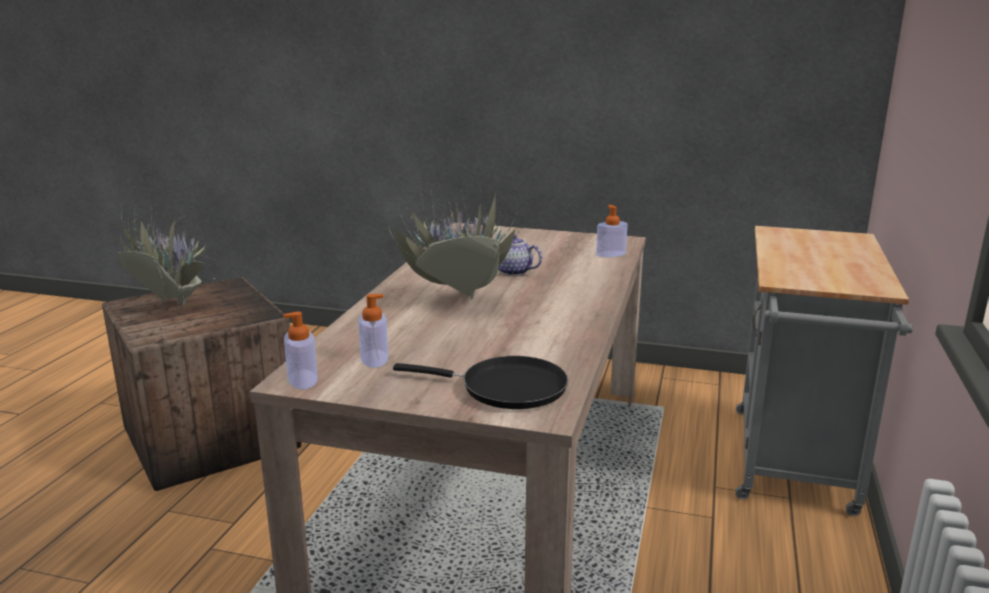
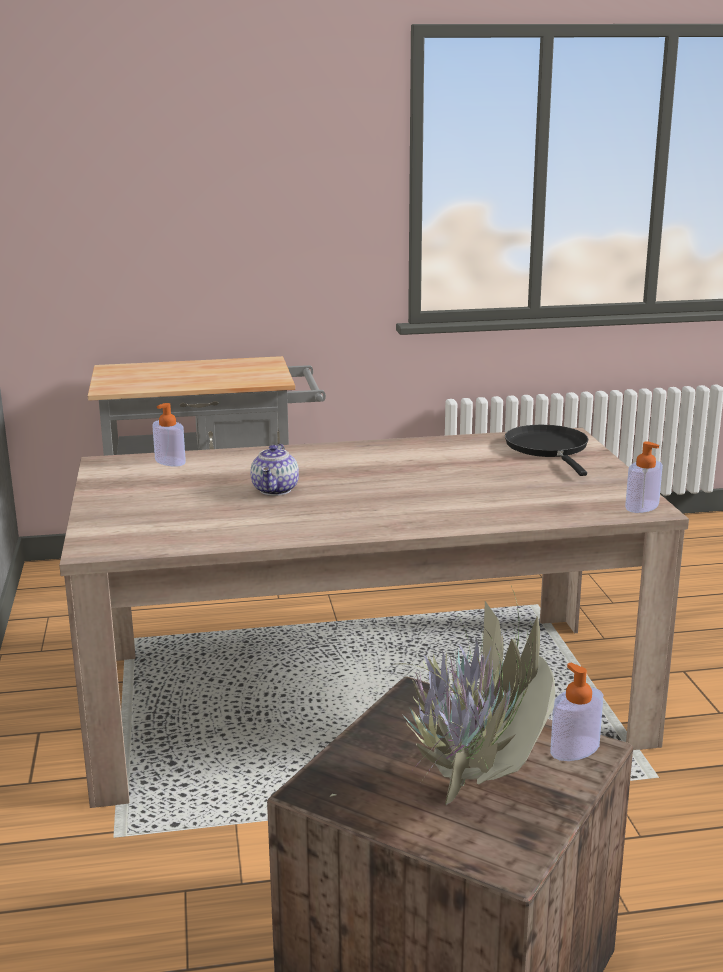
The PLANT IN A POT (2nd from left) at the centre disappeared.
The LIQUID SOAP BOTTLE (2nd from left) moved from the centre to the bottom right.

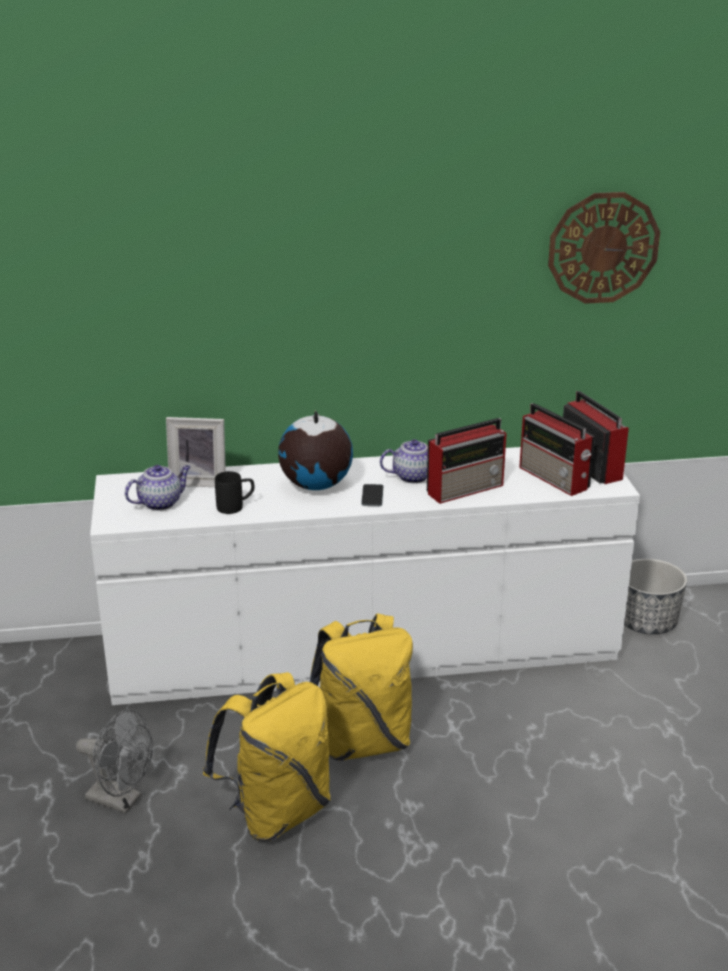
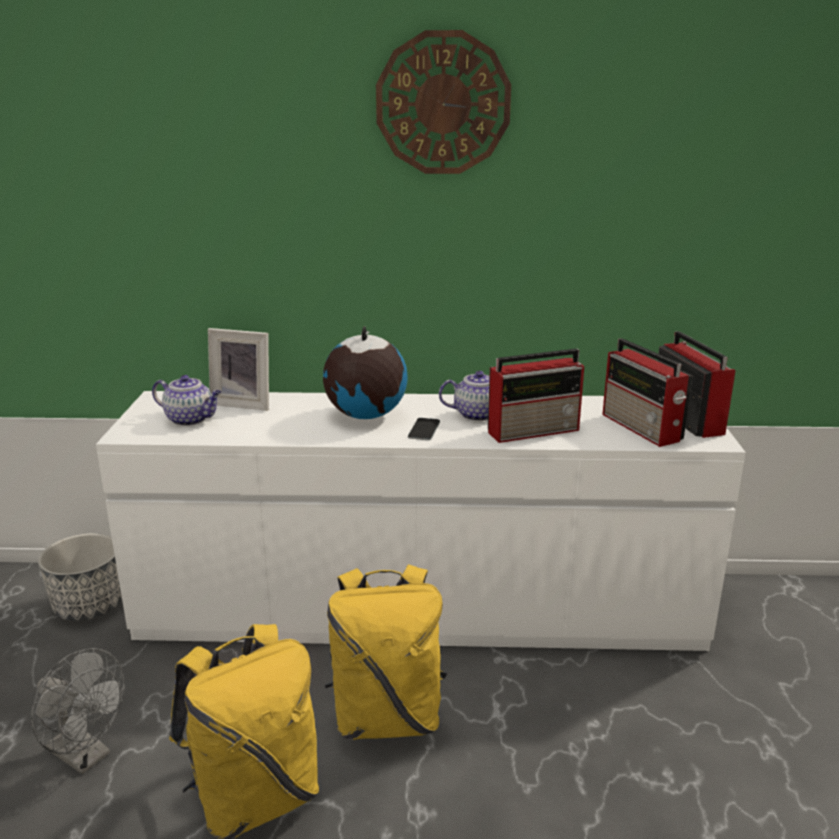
The BLACK MUG at the middle left disappeared.
The HANGING CLOCK moved from the top right to the top centre.
The PLANT POT moved from the middle right to the bottom left.
The TEA POT (1st from left) at the middle left turned 45 degrees clockwise.

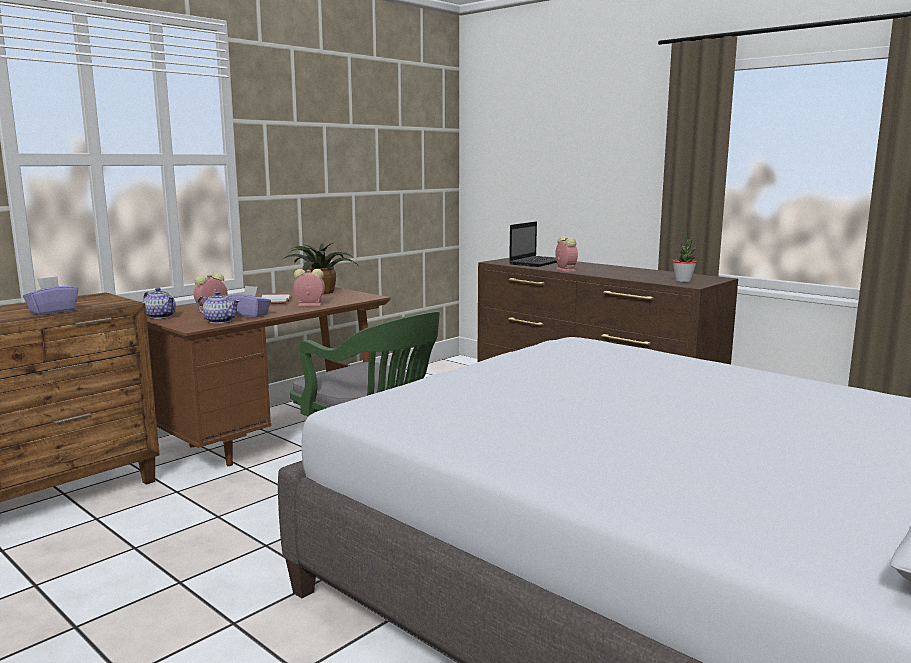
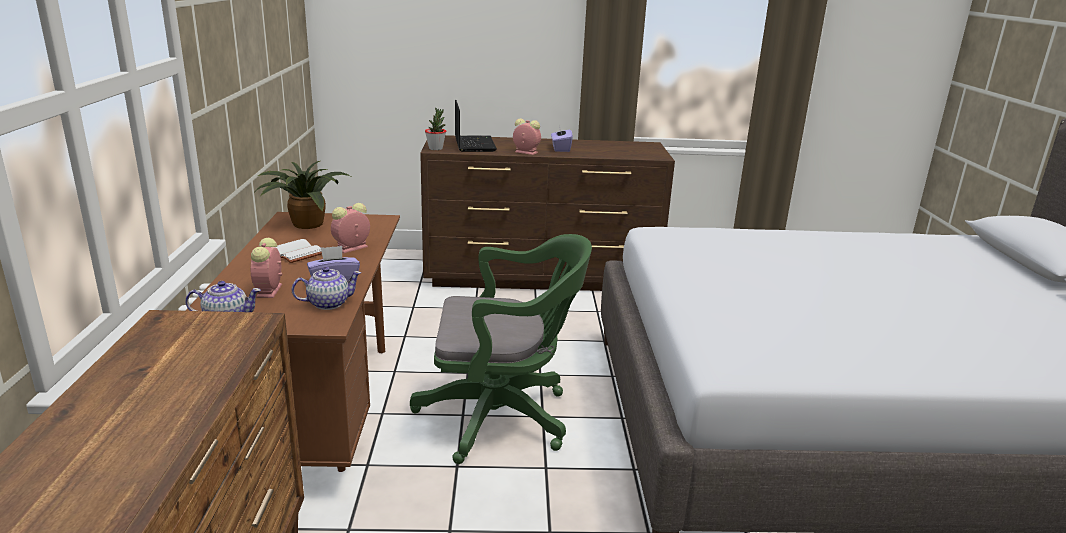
The PURPLISH TISSUE HOLDER (1st from left in the first image) moved from the middle left to the top centre.
The PLANT IN A POT (2nd from left) moved from the middle right to the top centre.

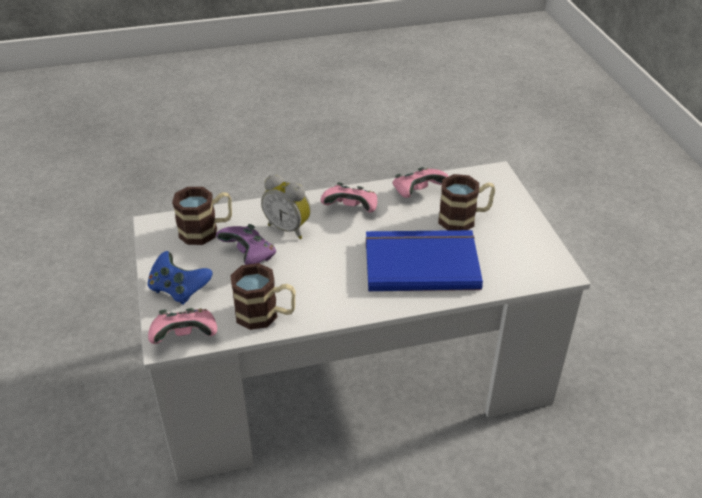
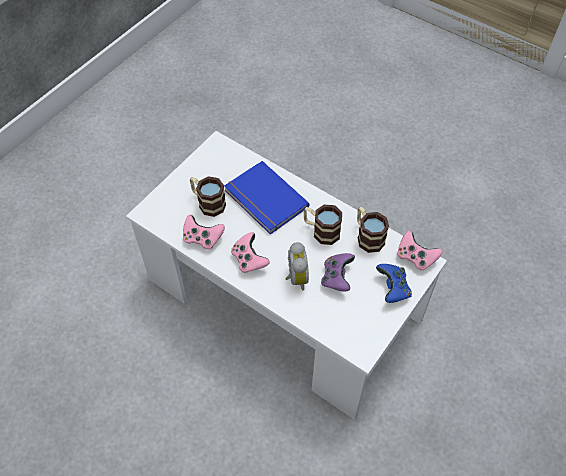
The MUG (1st from left in the first image) moved from the middle left to the centre.

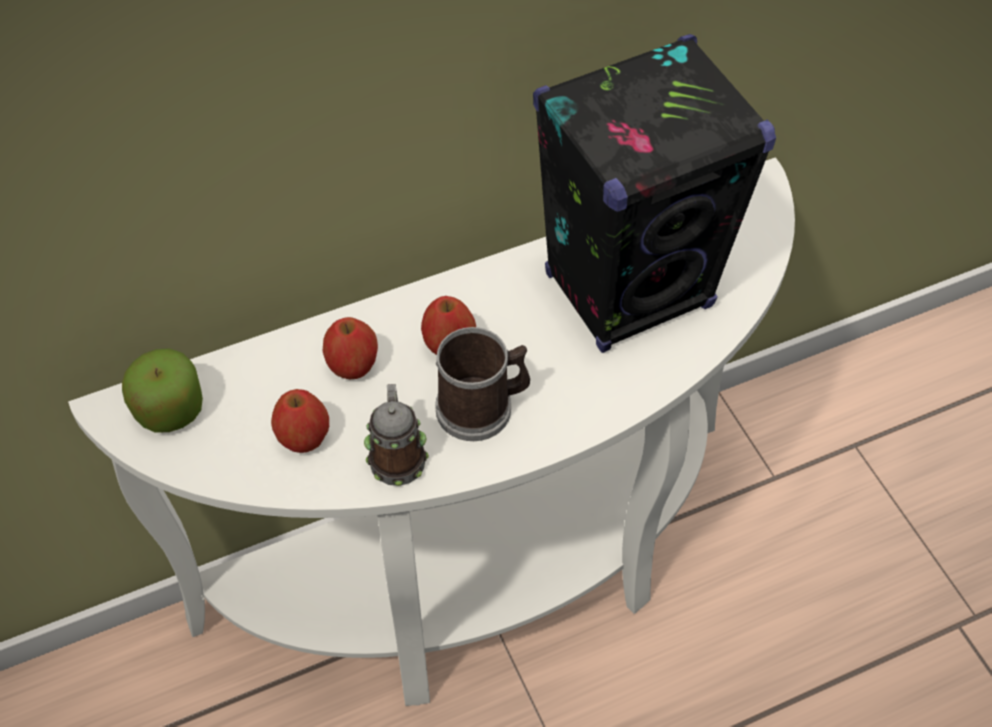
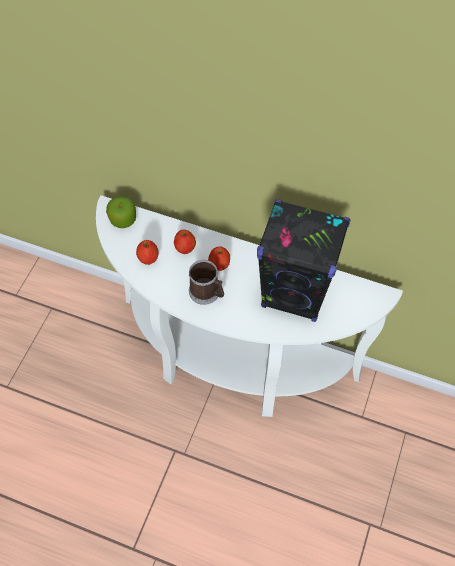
The MUG (1st from left) at the centre disappeared.

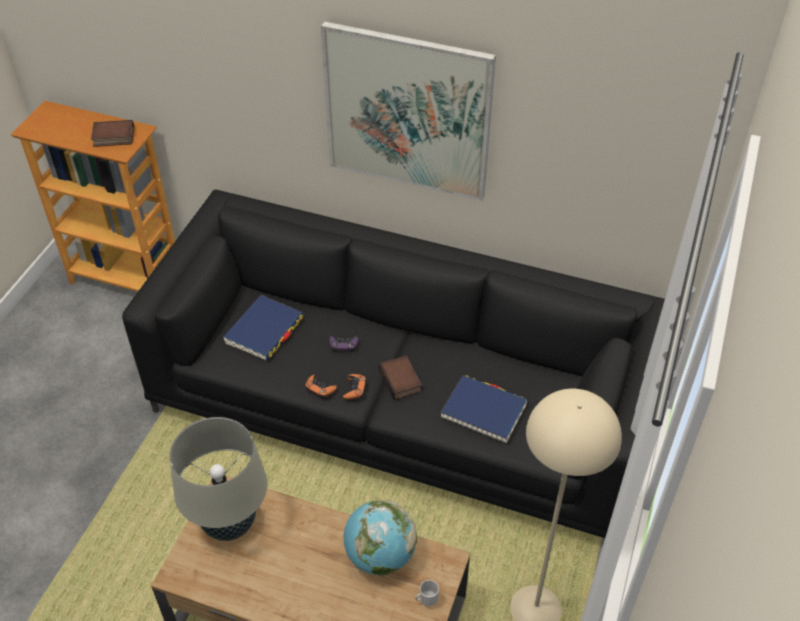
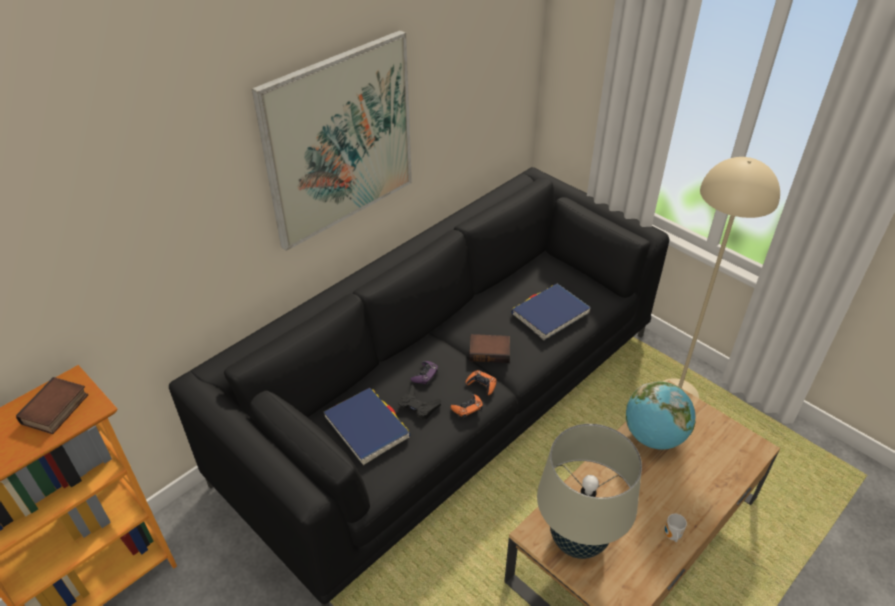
The BLACK GAMEPAD at the centre appeared.
The MUG moved from the bottom centre to the bottom right.

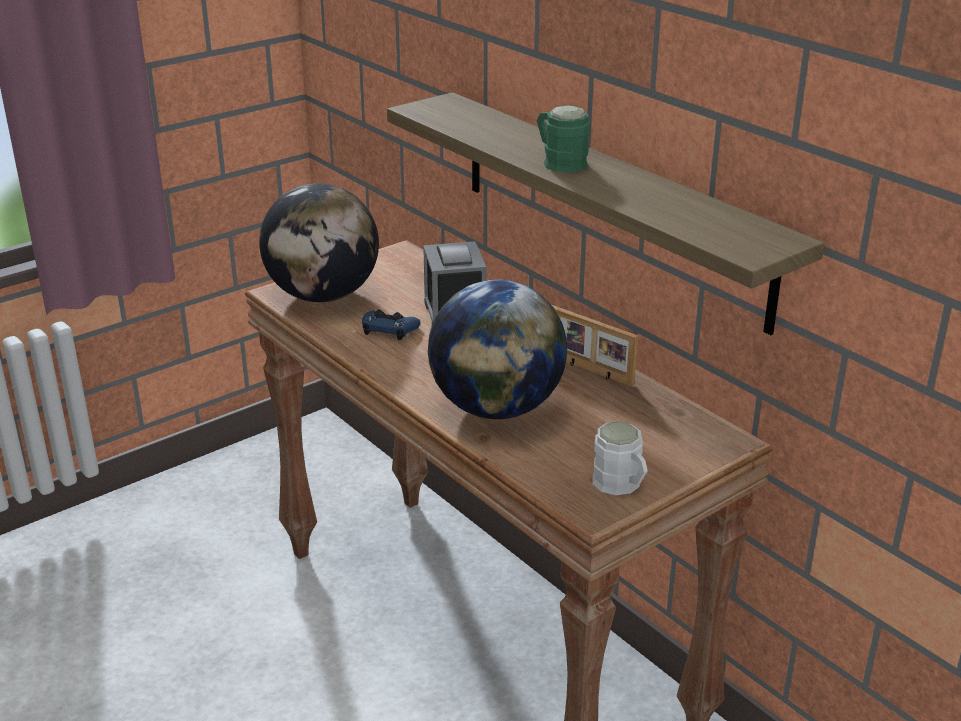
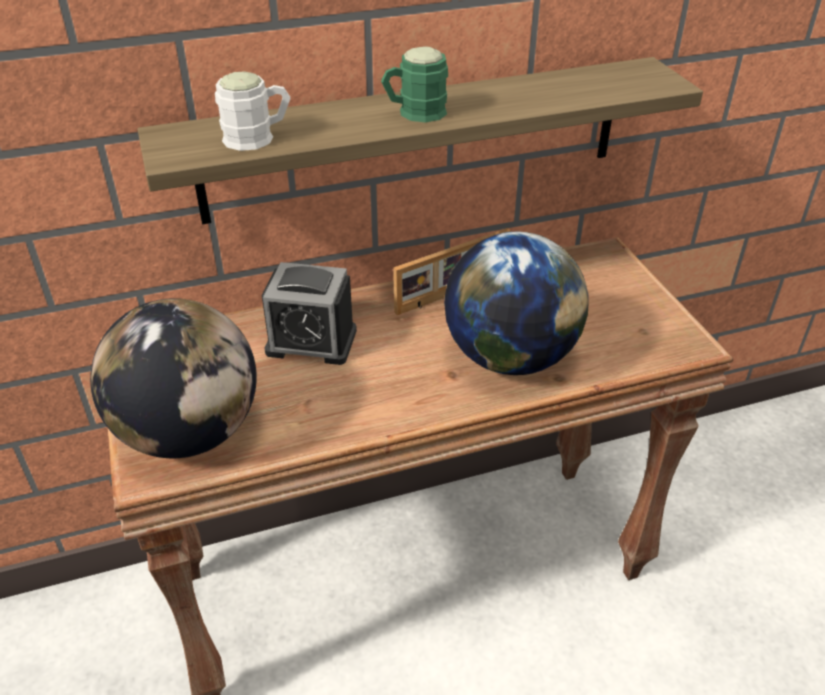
The BLUE-COLOURED GAMEPAD at the centre disappeared.
The WHITE-COLOURED MUG moved from the centre to the top left.

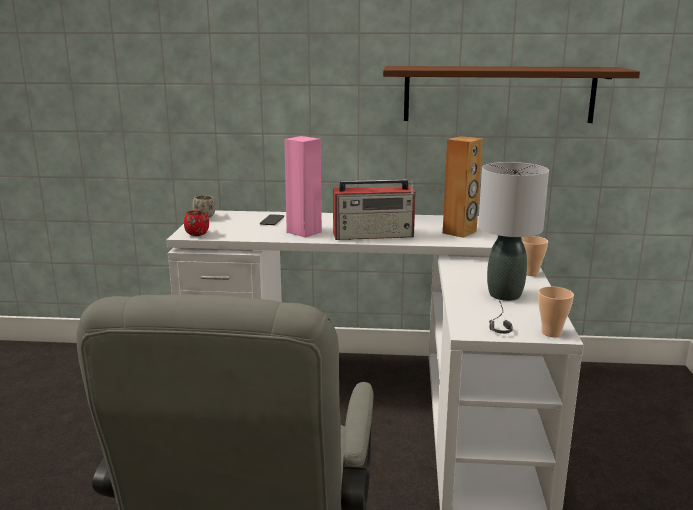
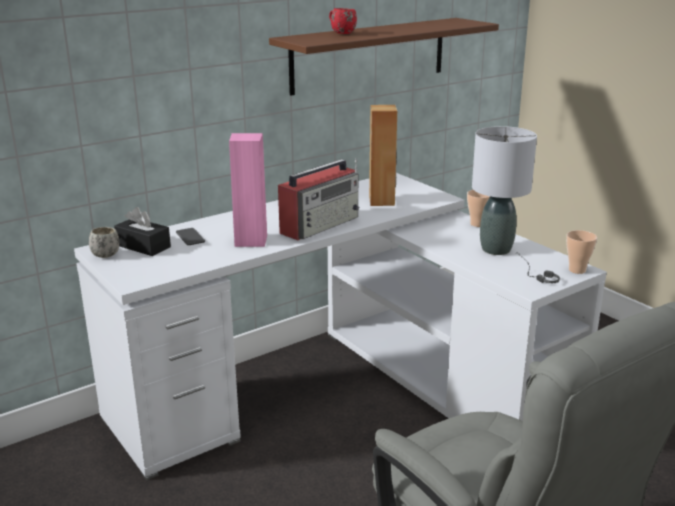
The BLACK TISSUE HOLDER at the middle left appeared.
The RED MUG moved from the middle left to the top centre.

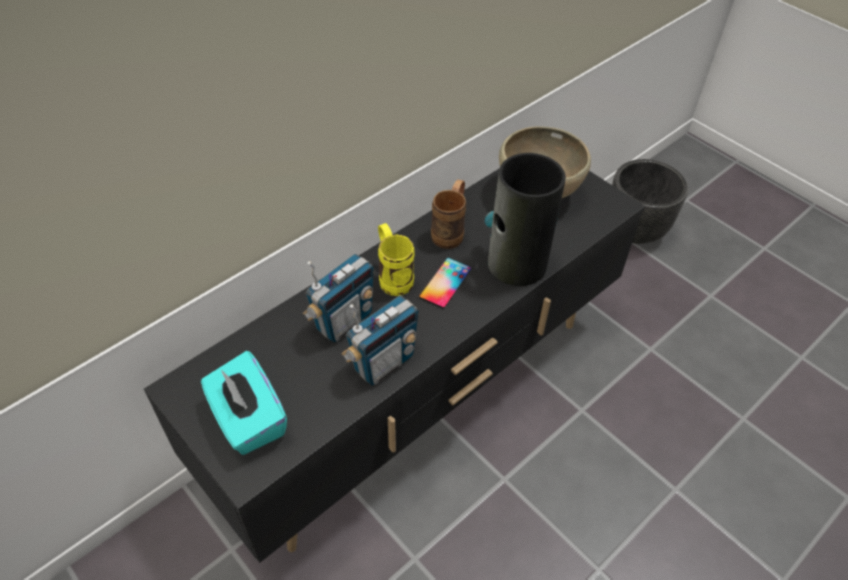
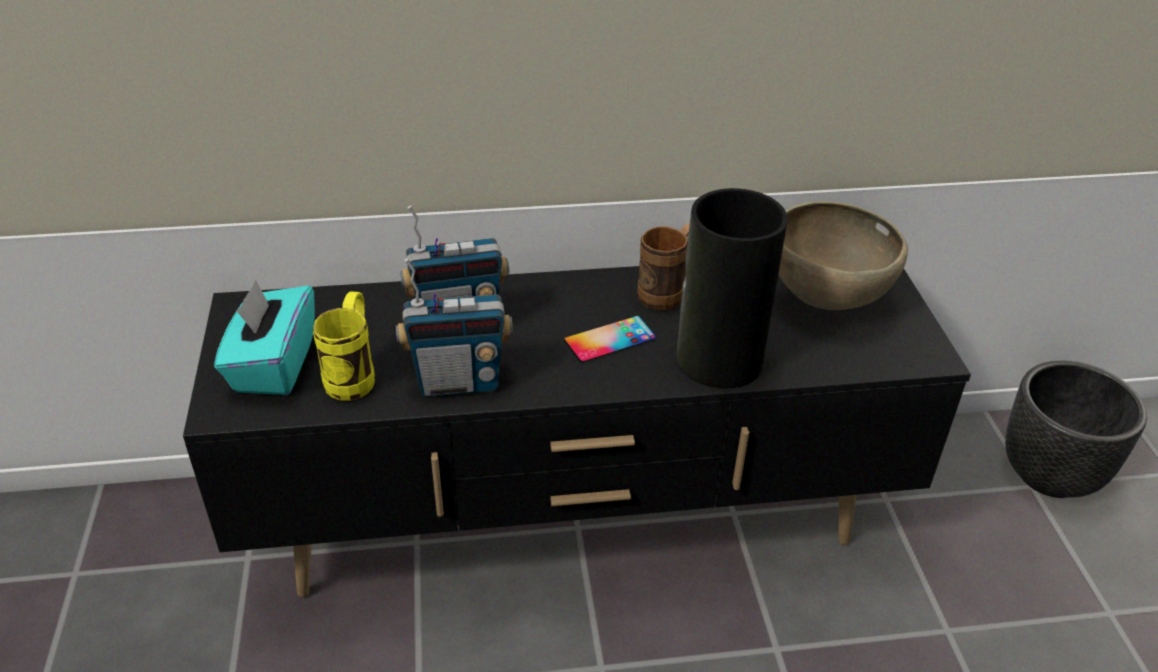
The YELLOWISH MUG moved from the centre to the middle left.

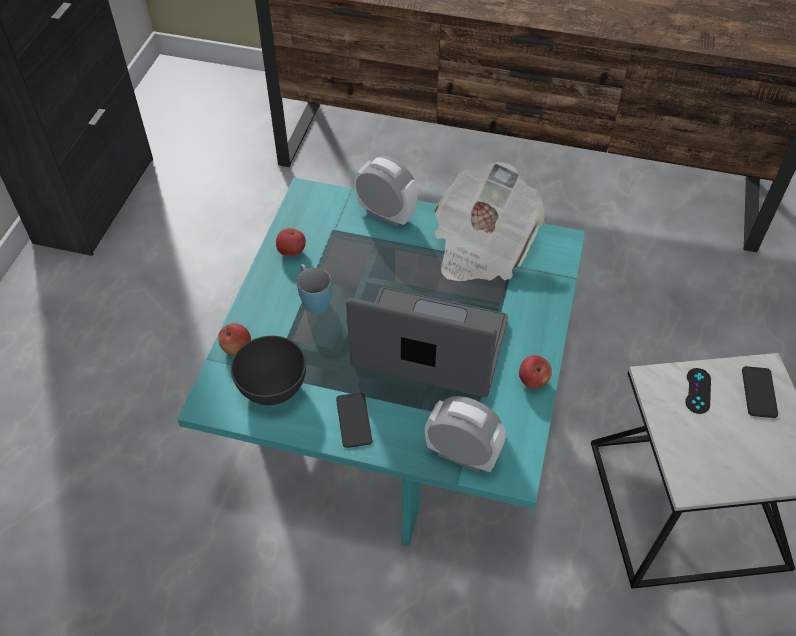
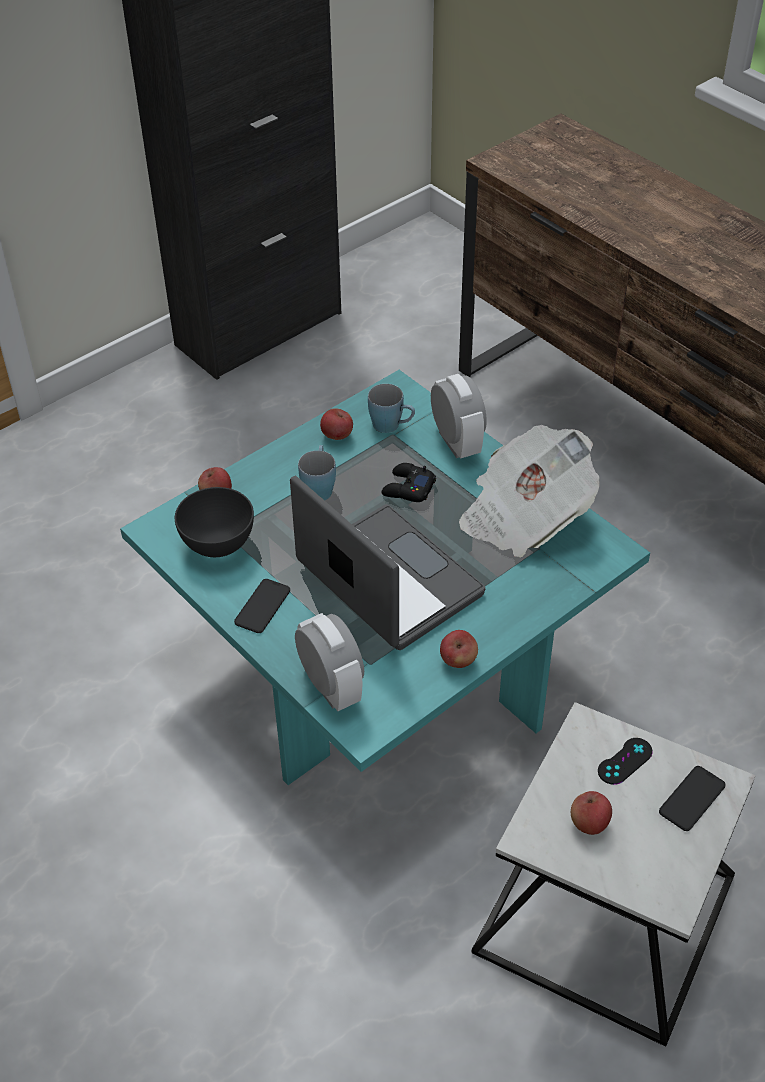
The BLUE-COLOURED MUG (2nd from left) at the centre appeared.
The BLACK GAMEPAD (1st from left) at the centre appeared.
The APPLE (4th from left) at the bottom right appeared.

